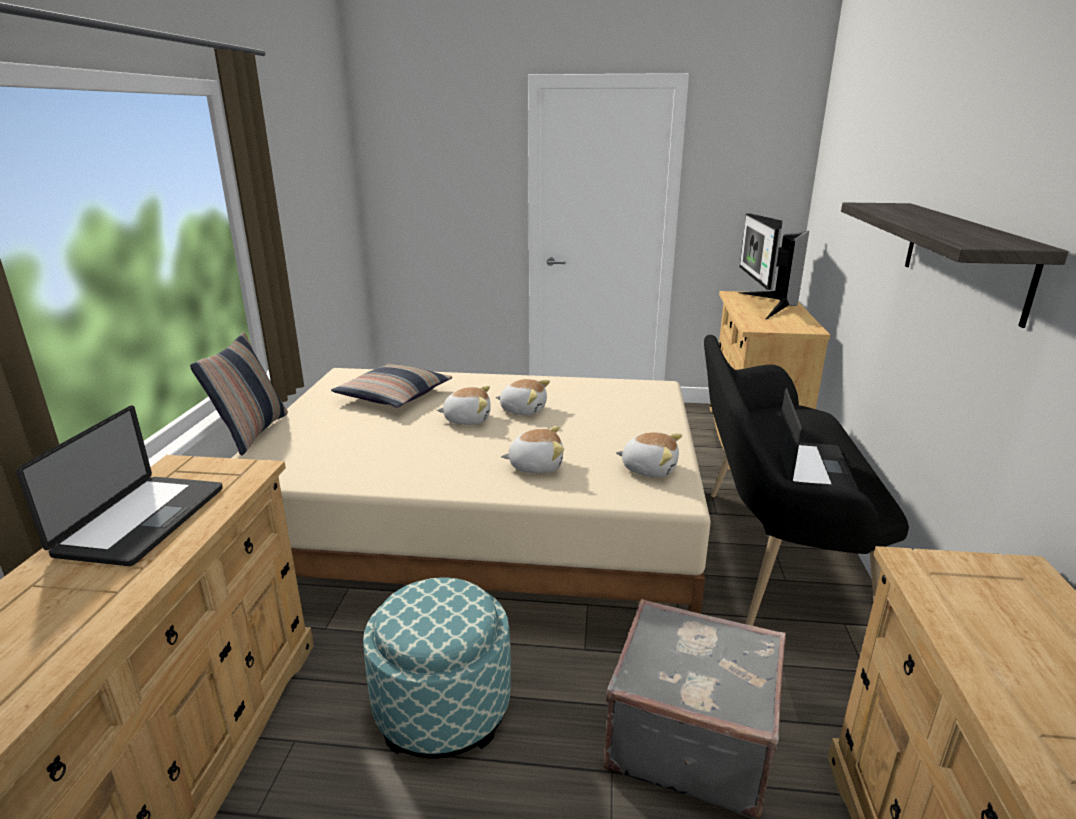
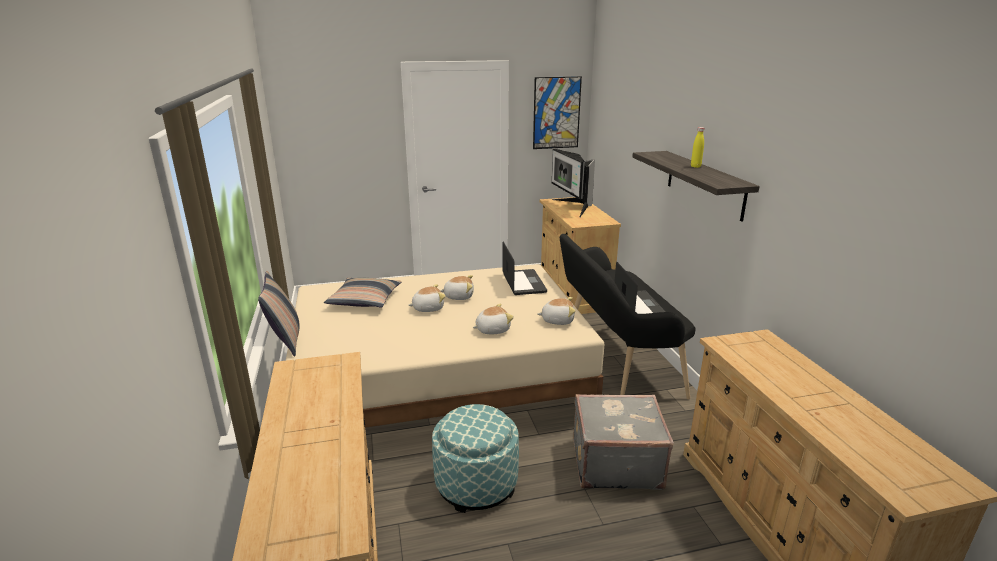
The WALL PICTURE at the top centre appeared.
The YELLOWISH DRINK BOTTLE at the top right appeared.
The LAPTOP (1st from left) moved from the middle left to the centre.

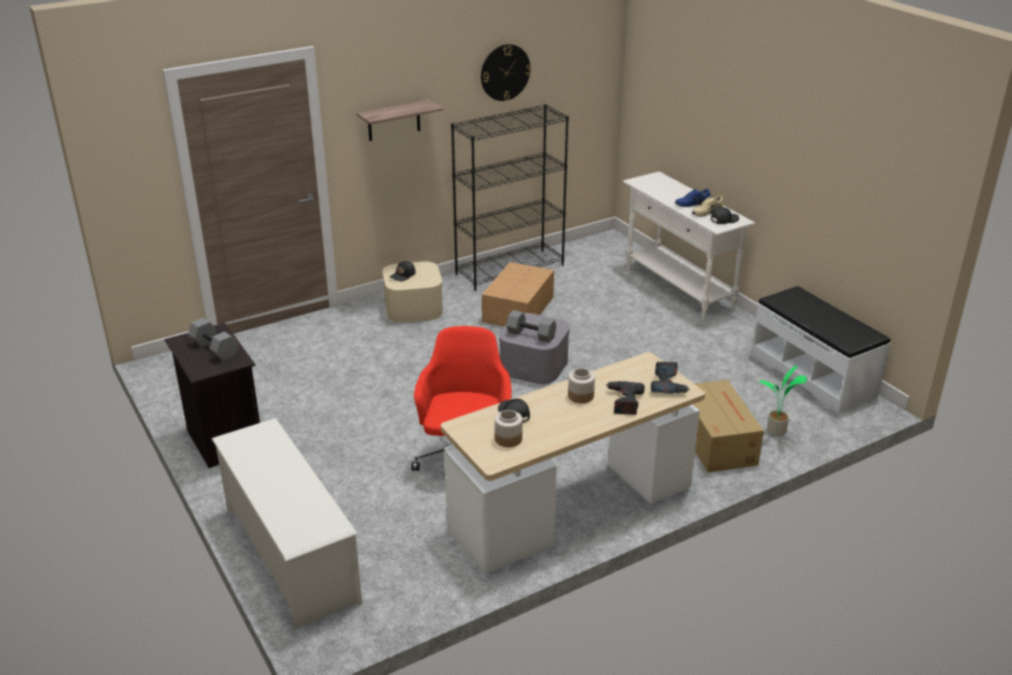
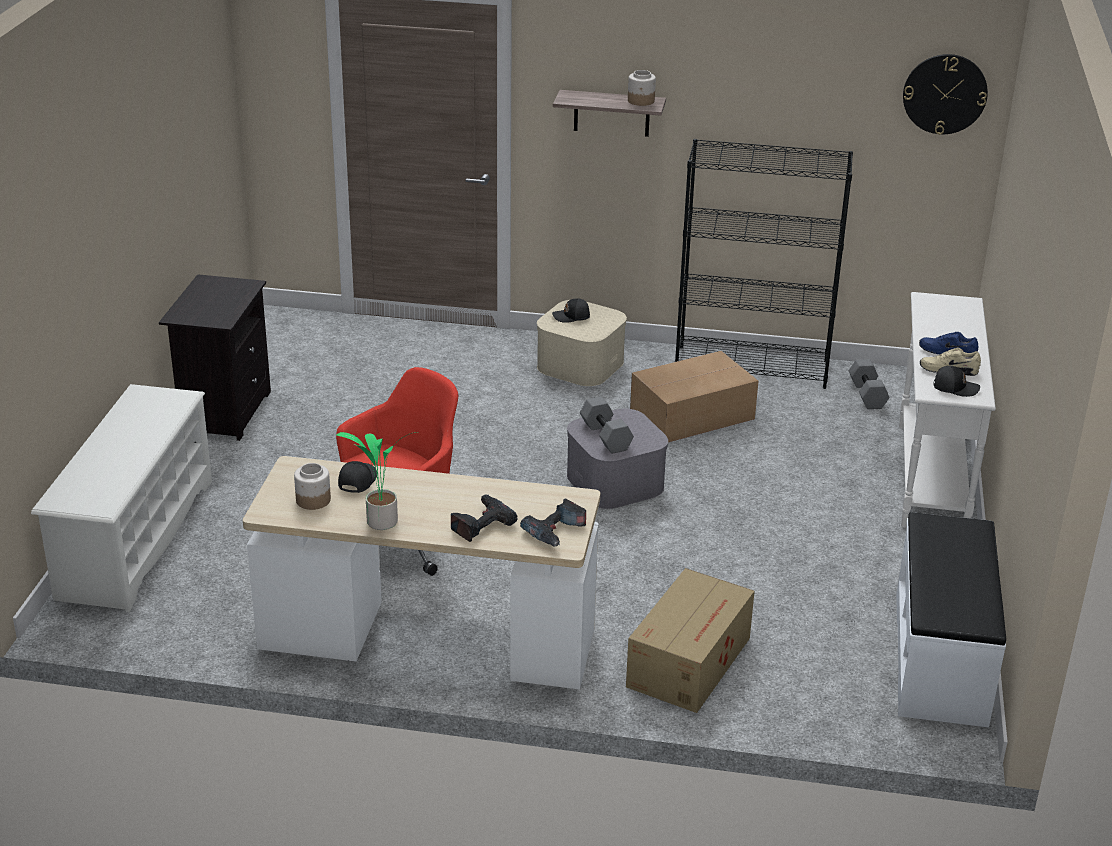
The GREY HAND WEIGHT (1st from left in the first image) moved from the middle left to the middle right.
The HANGING CLOCK moved from the top centre to the top right.
The JAR (2nd from left) moved from the centre to the top centre.
The PLANT IN A POT moved from the middle right to the centre.

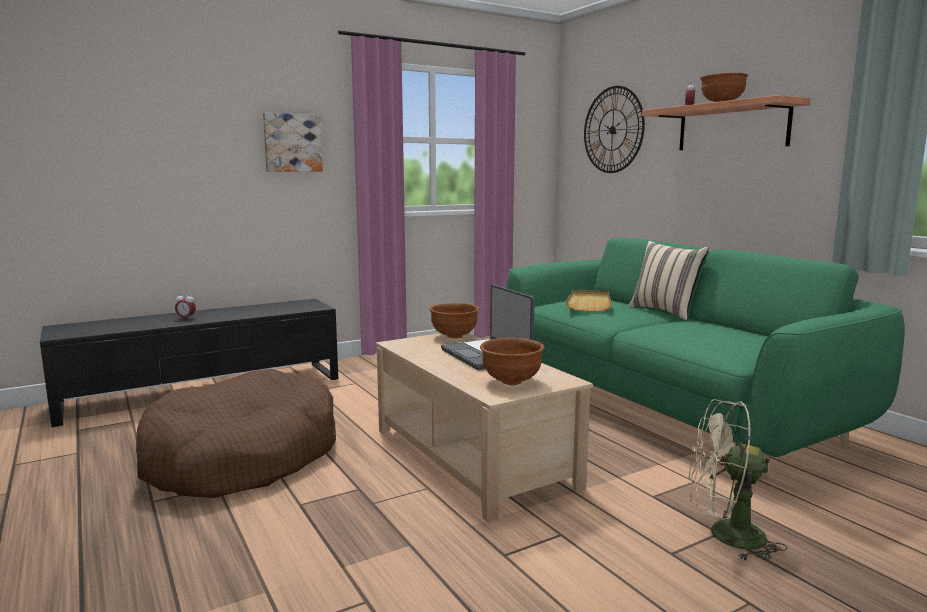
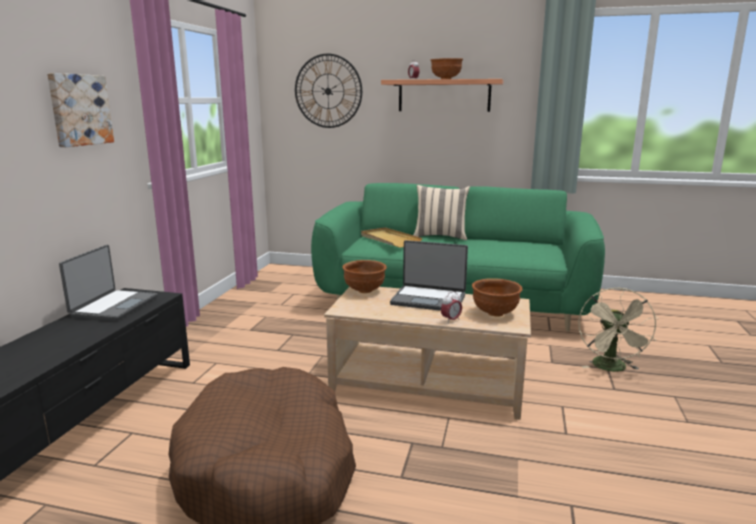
The LAPTOP (1st from left) at the middle left appeared.
The ALARM CLOCK (1st from left in the first image) moved from the middle left to the centre.
The SAND-COLOURED COOLING FAN at the bottom right turned 45 degrees counterclockwise.

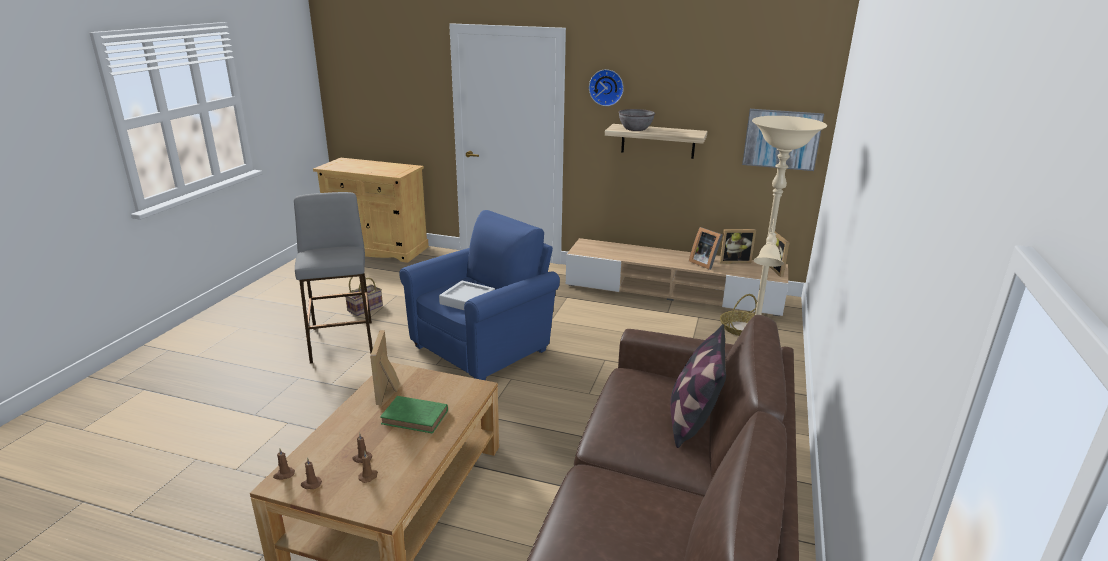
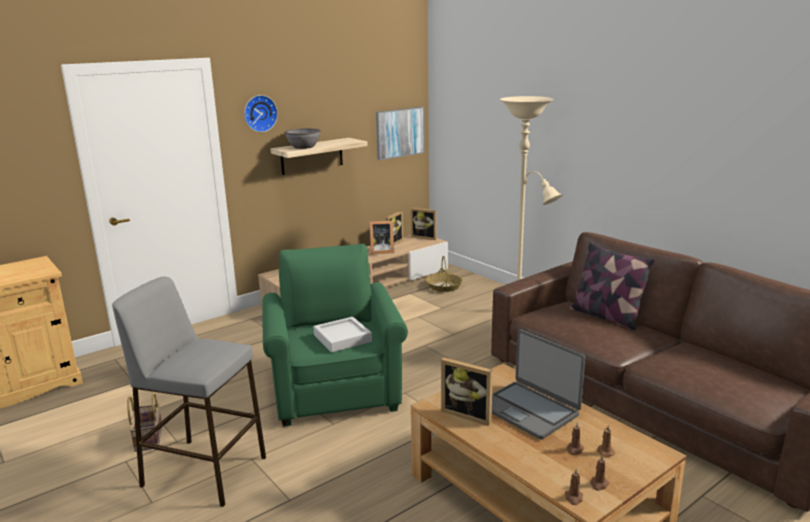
The GREEN BOUND BOOK at the bottom centre was replaced by the LAPTOP at the bottom centre.
The BLUE-COLOURED EASY CHAIR at the centre became the GREEN EASY CHAIR at the centre.

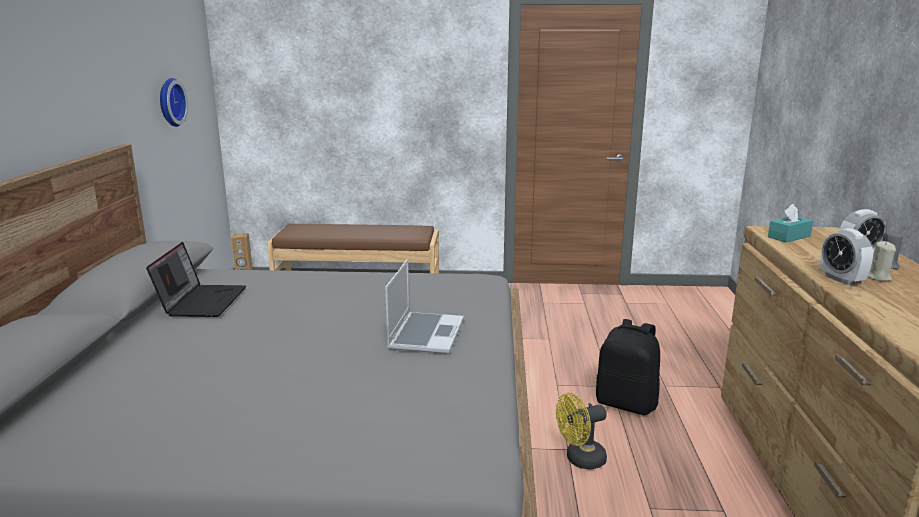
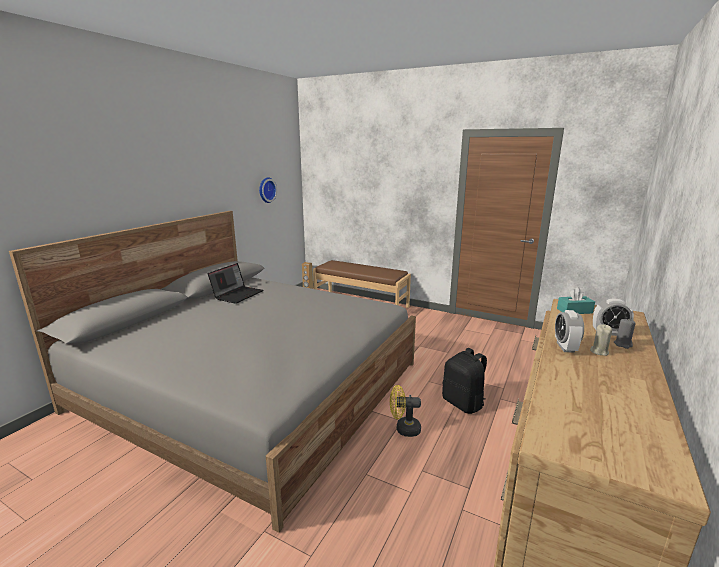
The LAPTOP (2nd from left) at the centre disappeared.

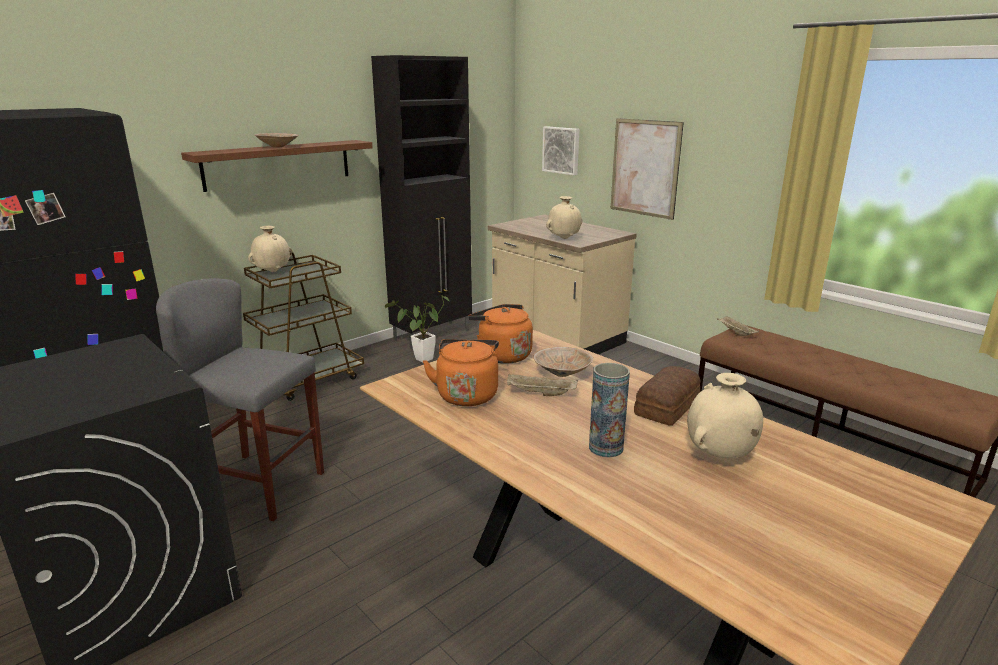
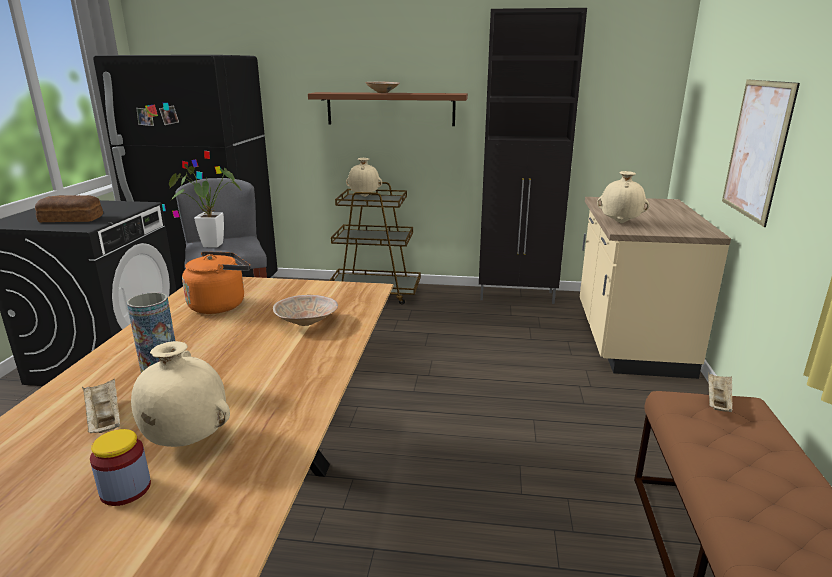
The ORANGE-COLOURED WATER KETTLE (2nd from left) at the centre disappeared.
The WALL PICTURE (1st from left) at the top centre disappeared.
The JAR at the bottom left appeared.
The PLANT IN A POT moved from the centre to the middle left.
The SAND-COLOURED SERVING TRAY (1st from left) moved from the centre to the bottom left.
The BAKERY BREAD moved from the middle right to the middle left.

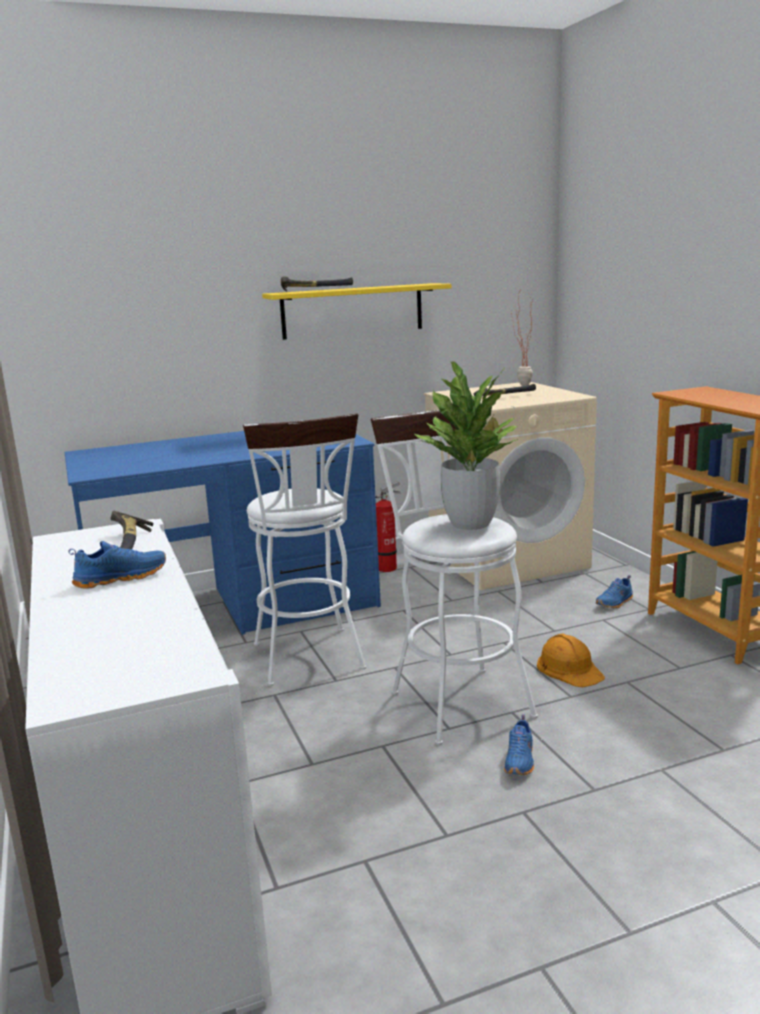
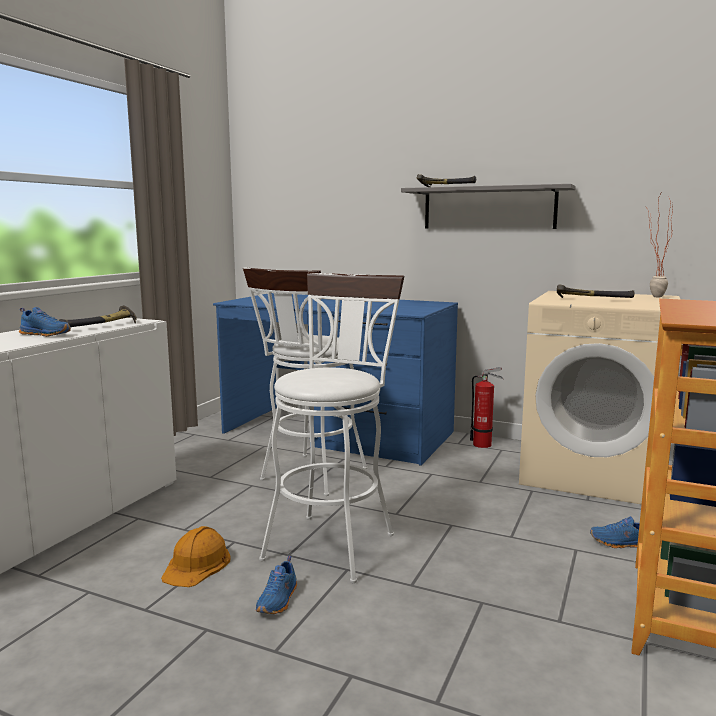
The PLANT IN A POT (1st from left) at the centre disappeared.
The ORANGE-COLOURED SAFETY HELMET moved from the middle right to the bottom left.
The YELLOWISH BRACKET SHELF at the top centre became the GREY BRACKET SHELF at the top right.
The BLUE-COLOURED SHOE (2nd from left) at the bottom right turned 45 degrees counterclockwise.

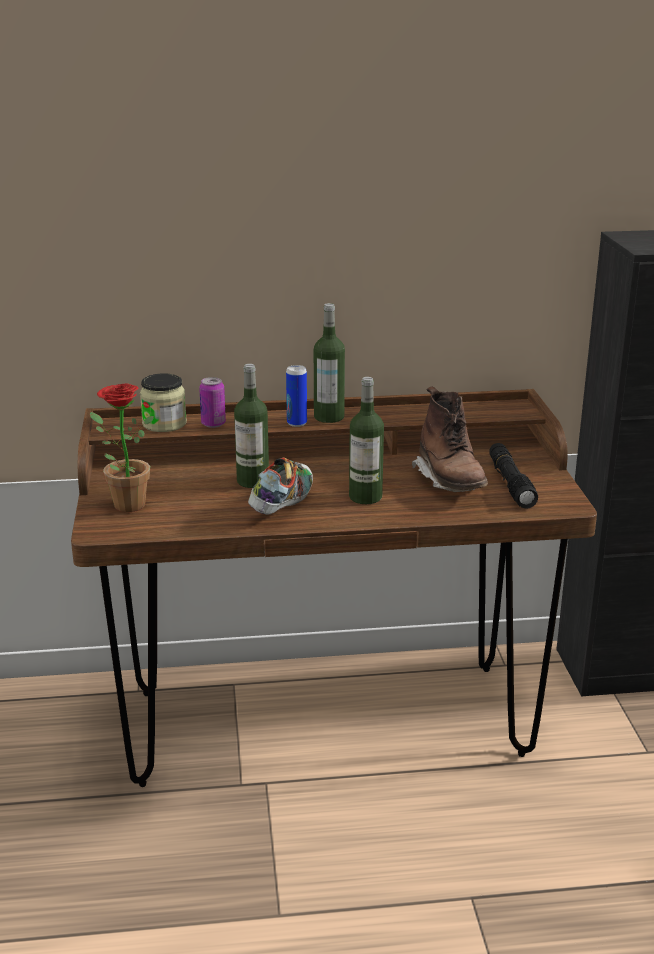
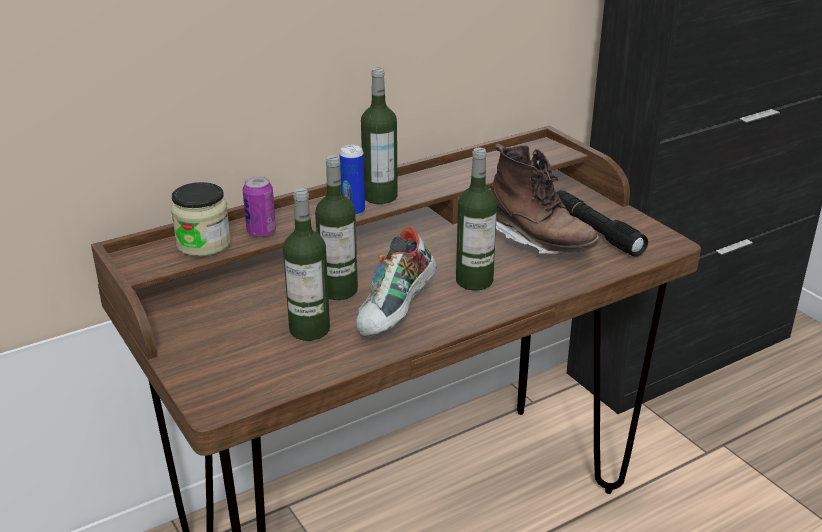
The PLANT IN A POT at the middle left disappeared.
The DRINK BOTTLE (1st from left) at the centre appeared.
The SHOE at the centre turned 150 degrees counterclockwise.

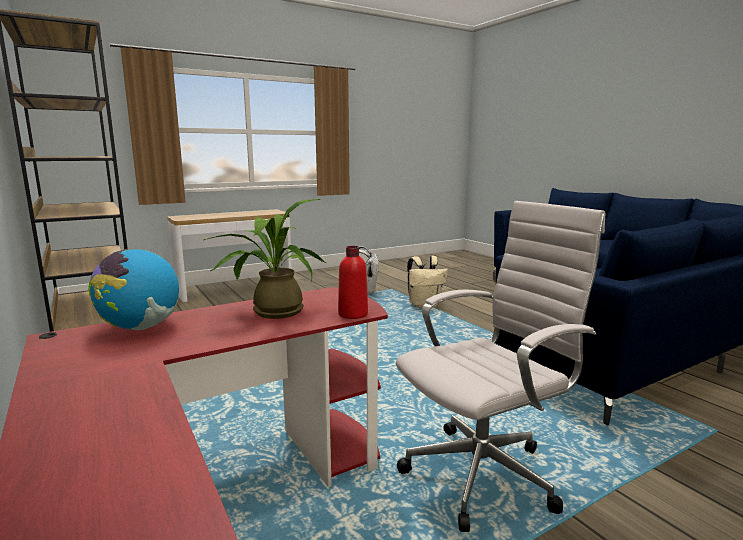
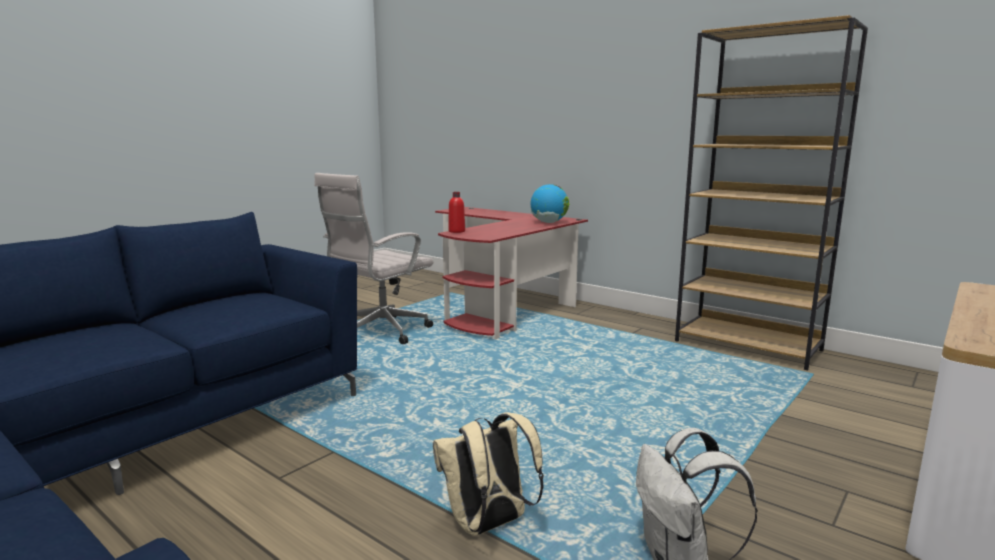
The PLANT IN A POT at the centre disappeared.

